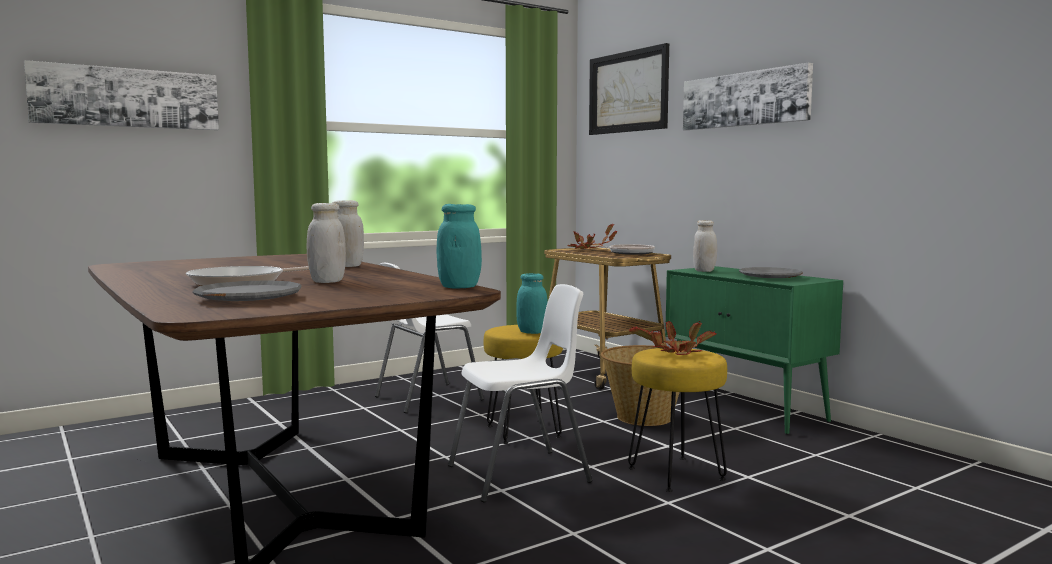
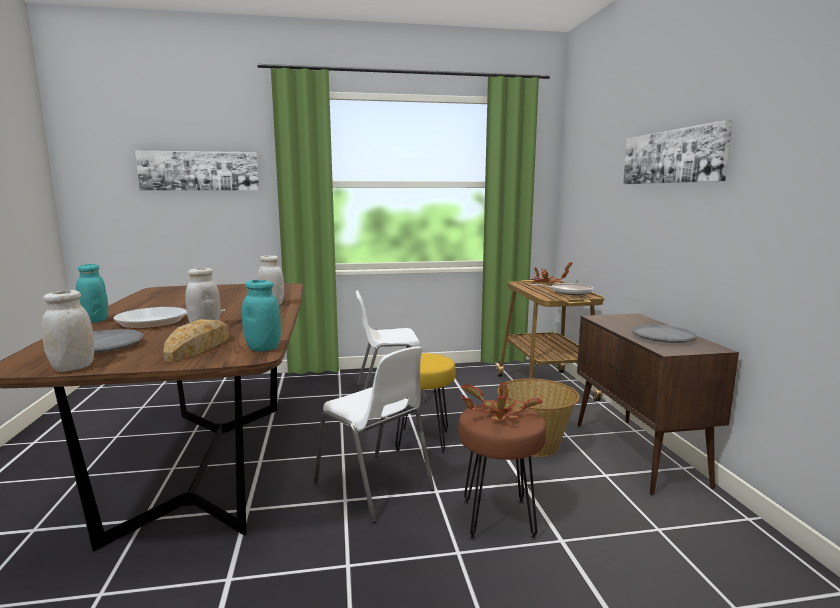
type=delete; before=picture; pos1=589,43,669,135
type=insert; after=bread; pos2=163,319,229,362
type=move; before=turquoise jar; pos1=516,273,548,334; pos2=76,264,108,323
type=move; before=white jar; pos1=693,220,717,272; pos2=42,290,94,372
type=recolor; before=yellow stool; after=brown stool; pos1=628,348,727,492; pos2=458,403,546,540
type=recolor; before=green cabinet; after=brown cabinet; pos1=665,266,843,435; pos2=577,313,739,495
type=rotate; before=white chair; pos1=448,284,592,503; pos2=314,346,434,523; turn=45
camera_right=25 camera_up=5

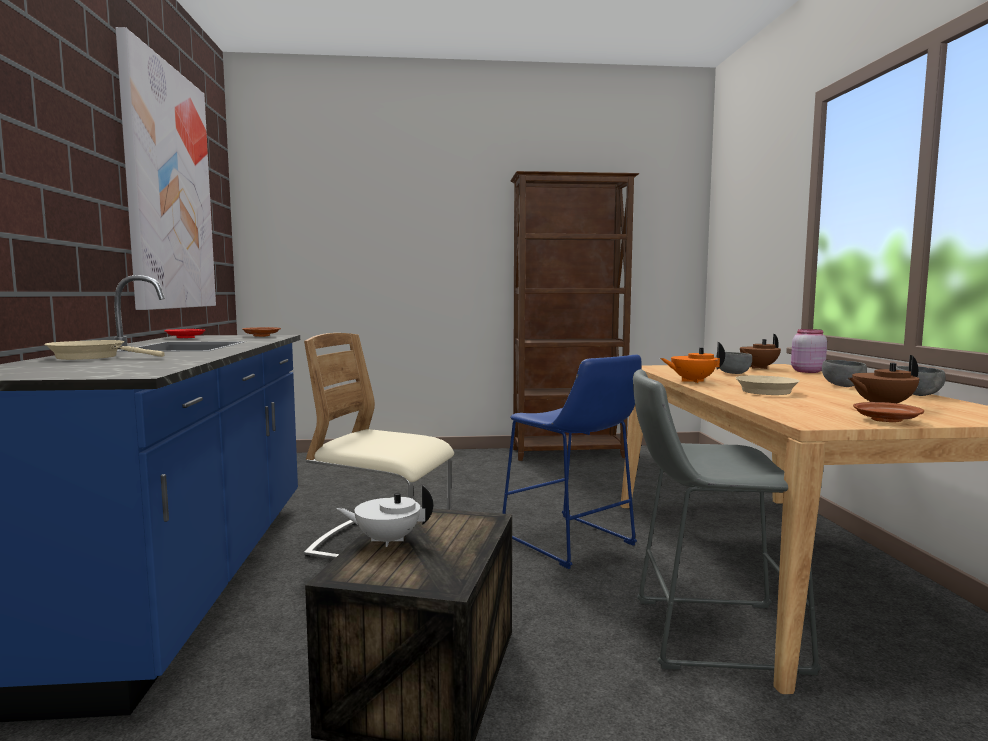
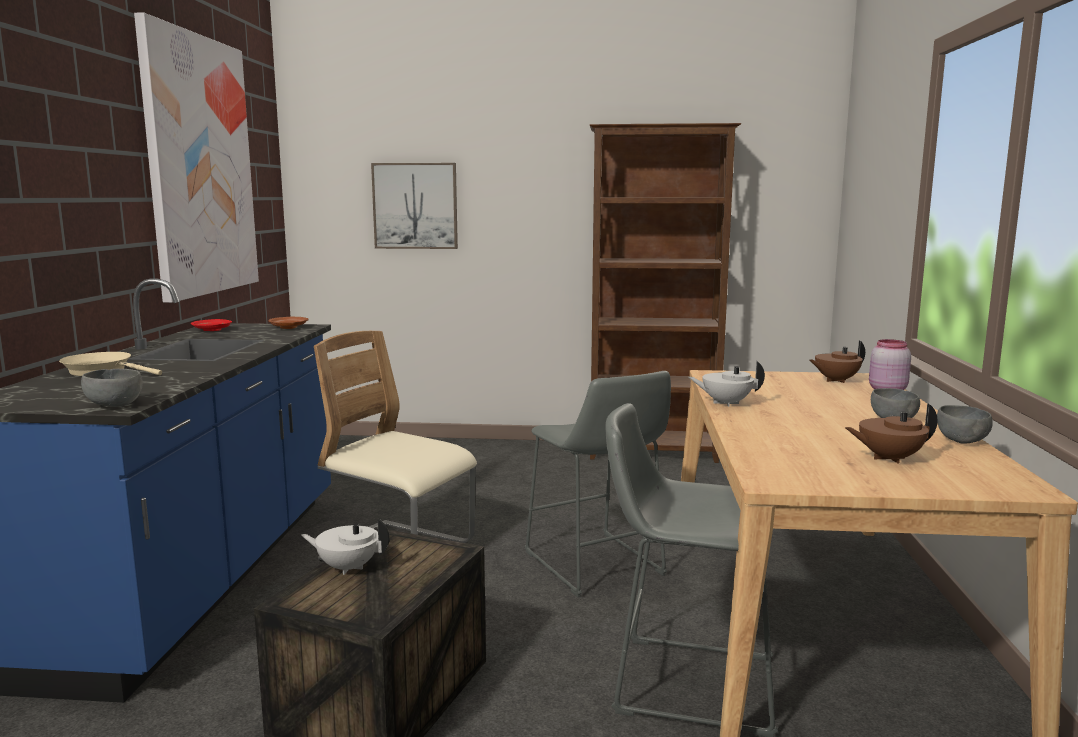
type=delete; before=beige frying pan; pos1=736,375,800,395
type=delete; before=brown plate; pos1=853,402,924,422
type=insert; after=picture; pos2=371,163,458,249
type=move; before=grey bowl; pos1=716,352,752,374; pos2=81,369,143,407
type=recolor; before=blue stool; after=grey stool; pos1=502,354,642,569; pos2=525,371,671,598
type=recolor; before=orange teapot; after=white teapot; pos1=660,342,725,383; pos2=689,361,765,407
camera_right=10 camera_up=5

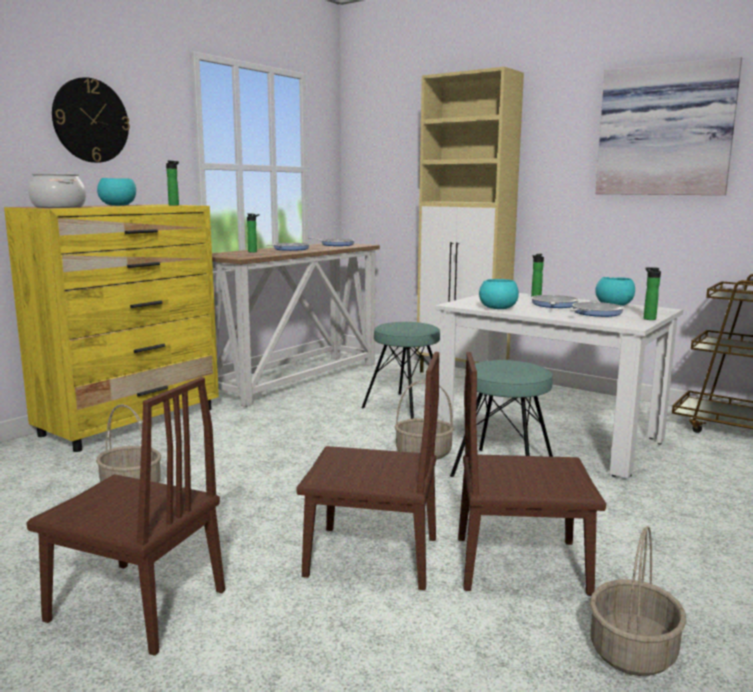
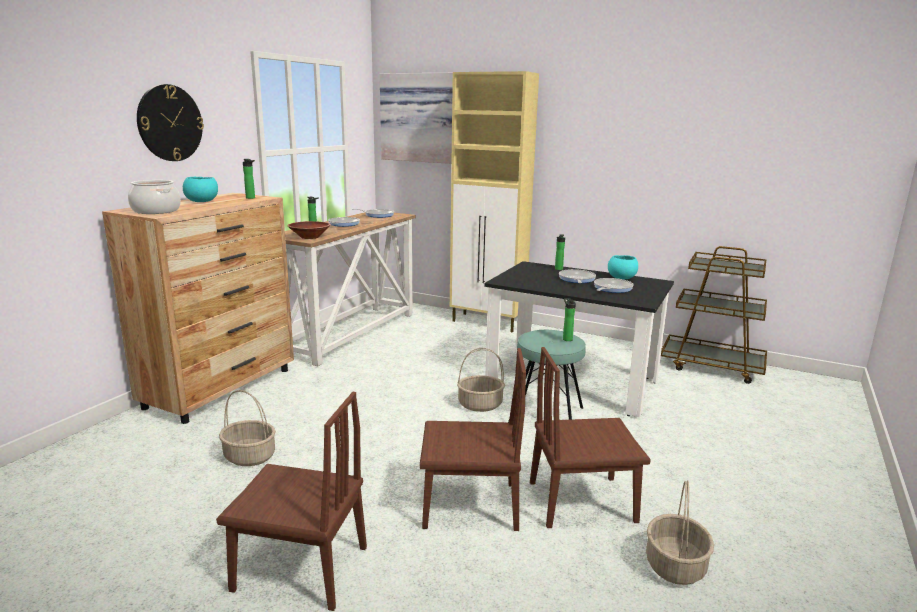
type=delete; before=turquoise stool; pos1=361,322,440,419
type=delete; before=turquoise bowl; pos1=479,279,519,309
type=insert; after=brown bowl; pos2=287,221,331,239
type=move; before=picture; pos1=595,57,742,195; pos2=380,73,453,164
type=move; before=bottle; pos1=643,267,661,320; pos2=563,298,576,341
type=recolor; before=yellow dresser; after=brown dresser; pos1=4,204,219,452; pos2=102,193,294,424
type=recolor; before=white dining table; after=black dining table; pos1=436,293,683,479; pos2=484,261,674,417
camera_right=-10 camera_up=5

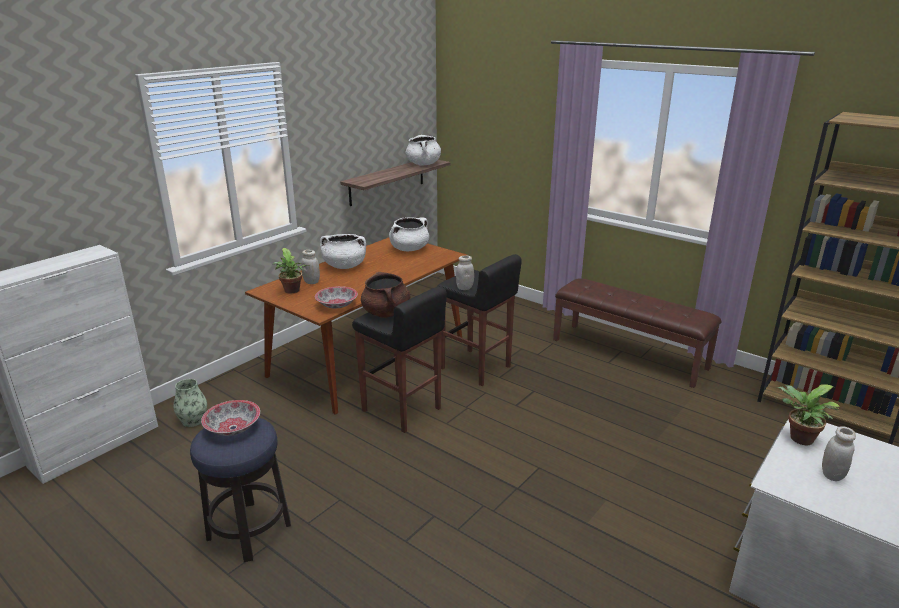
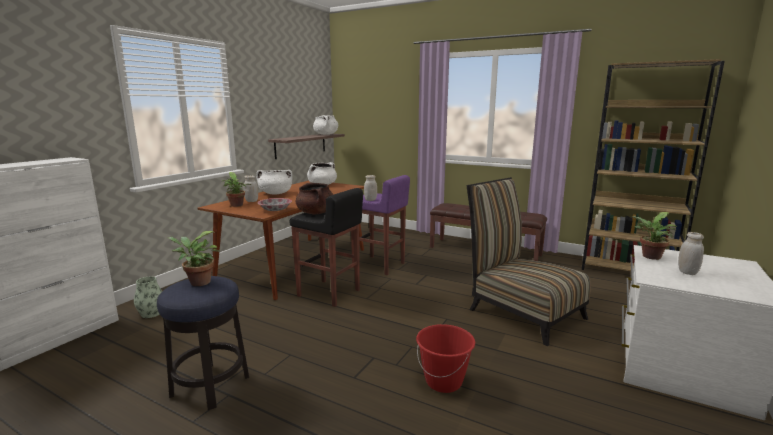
type=insert; after=red bucket; pos2=416,324,475,393
type=insert; after=chair; pos2=467,177,591,346
type=replace; before=bowl; after=potted plant; pos1=201,400,260,436; pos2=167,231,219,286
type=recolor; before=black stool; after=purple stool; pos1=438,254,522,386; pos2=351,175,410,275
camera_right=-10 camera_up=-10

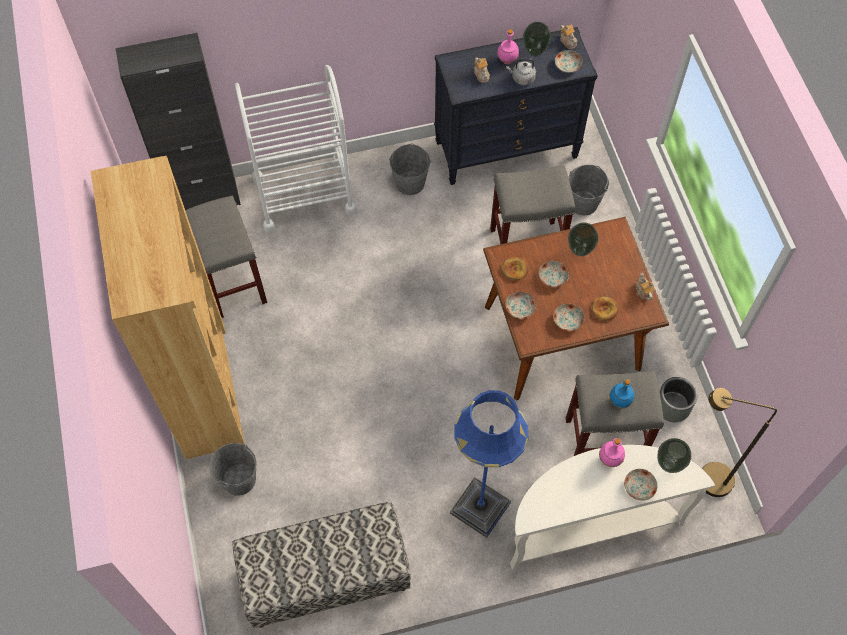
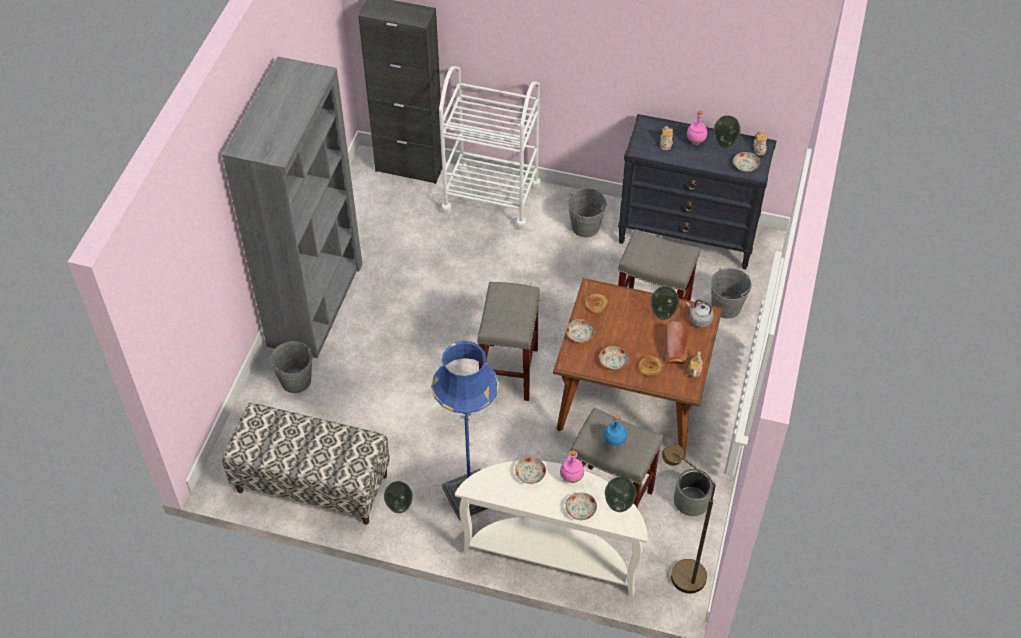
type=insert; after=vase; pos2=384,481,413,513
type=insert; after=bread; pos2=667,322,688,364
type=move; before=grey stool; pos1=185,196,267,318; pos2=477,282,540,401
type=move; before=grey kettle; pos1=506,58,536,85; pos2=686,300,714,328
type=move; before=plate; pos1=539,261,569,287; pos2=515,457,546,484
type=recolor; before=brown bookcase; after=grey bookcase; pos1=91,156,245,459; pos2=222,57,362,358
camera_right=30 camera_up=-10

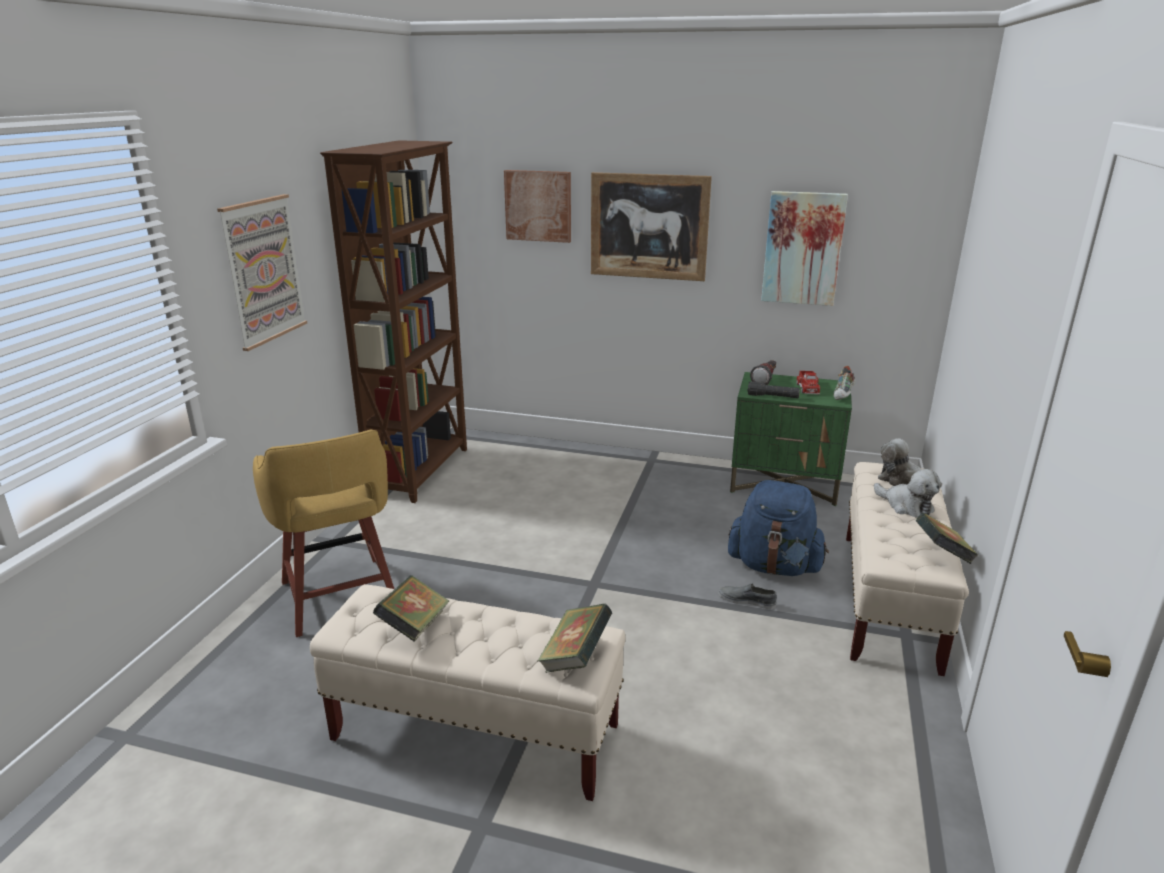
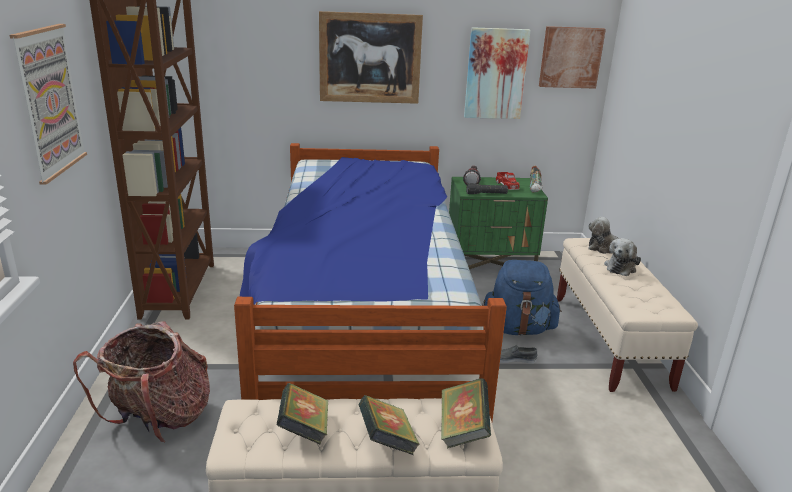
type=insert; after=bed; pos2=234,143,507,421
type=move; before=picture; pos1=504,170,571,243; pos2=539,26,606,89
type=move; before=book; pos1=916,513,978,564; pos2=359,395,420,455
type=replace; before=yellow stool; after=backpack; pos1=253,429,394,637; pos2=73,321,210,443
type=rotate; before=plush toy; pos1=874,469,941,518; pos2=604,238,641,276; turn=90
camera_right=-20 camera_up=0

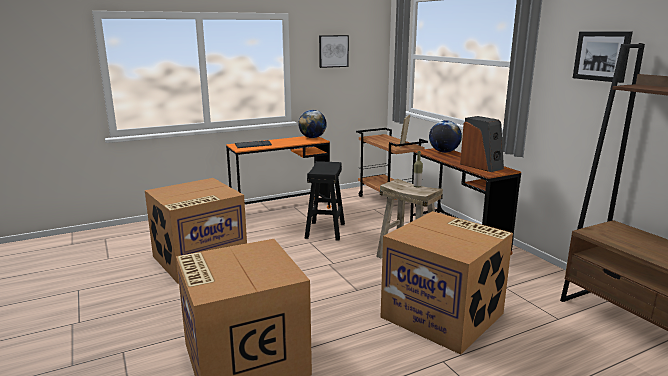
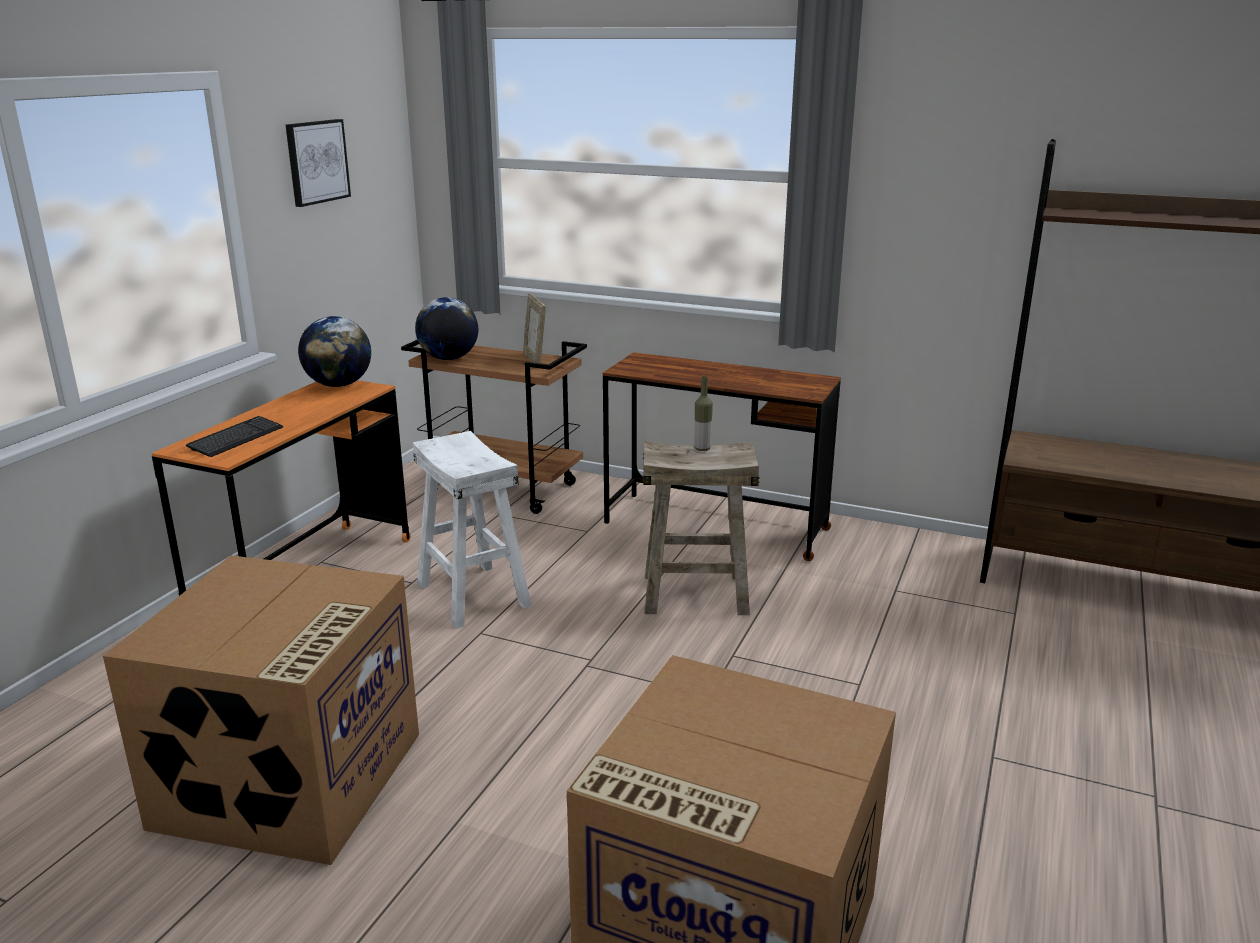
type=delete; before=cardboard box; pos1=381,211,513,355
type=delete; before=speaker; pos1=460,116,504,172
type=delete; before=picture; pos1=573,31,633,83
type=move; before=globe; pos1=429,120,462,153; pos2=415,297,478,360
type=recolor; before=black stool; after=white stool; pos1=304,161,345,241; pos2=413,431,532,629
camera_right=-40 camera_up=5

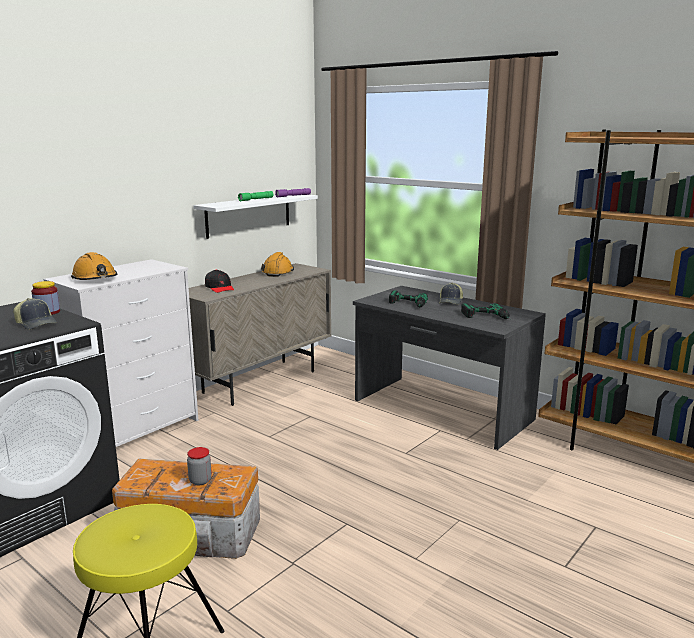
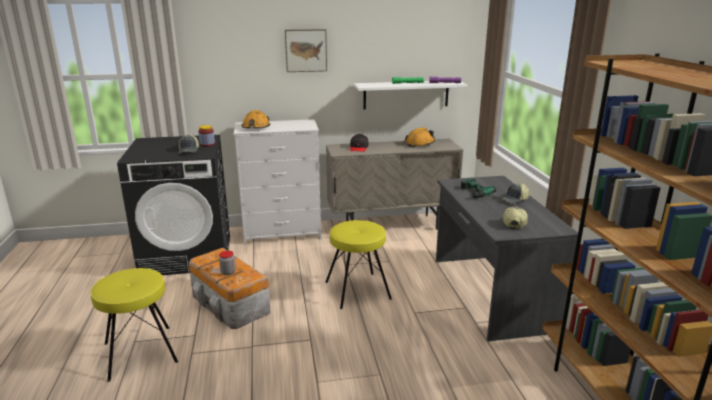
type=insert; after=picture; pos2=285,29,327,72
type=insert; after=yellow stool; pos2=325,220,392,309
type=replace; before=power drill; after=cap; pos1=461,303,511,320; pos2=503,206,528,228
camera_right=40 camera_up=5

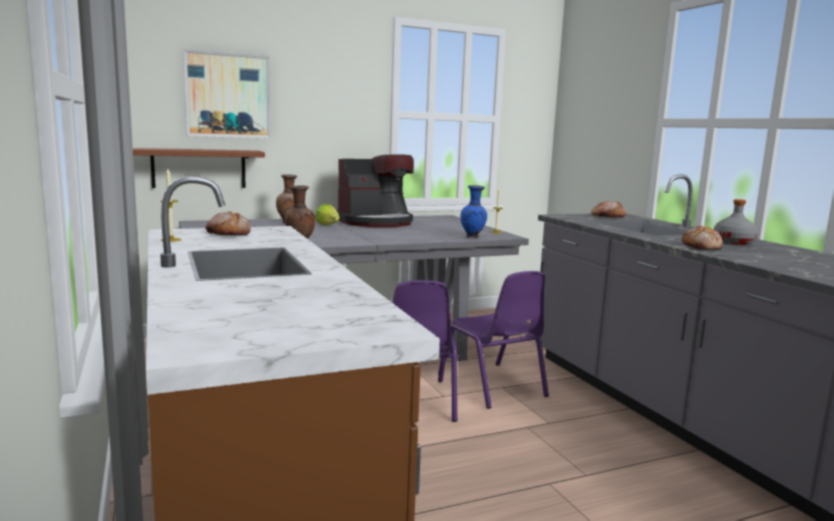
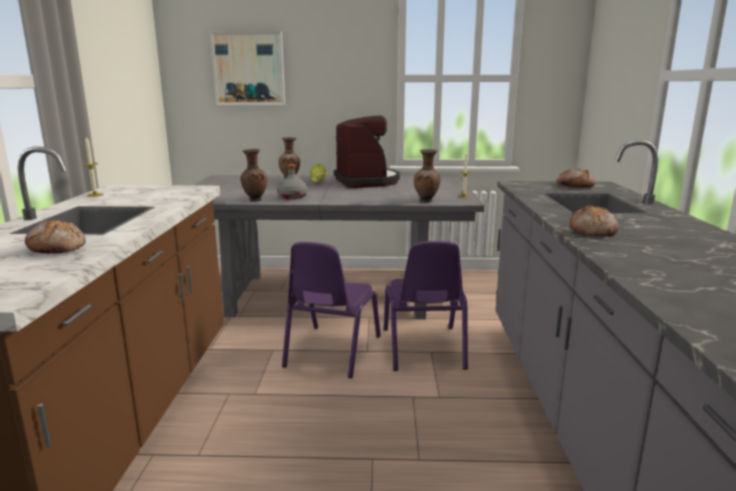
type=delete; before=brown shelf; pos1=133,148,265,188
type=move; before=bread; pos1=205,211,251,235; pos2=25,219,86,254
type=move; before=grey bottle; pos1=714,199,758,245; pos2=277,164,308,199
type=recolor; before=blue vase; after=brown vase; pos1=460,185,487,238; pos2=414,149,441,202
type=rotate; before=coffee machine; pos1=336,154,414,227; pos2=334,116,400,188; turn=-105
camera_right=25 camera_up=5

